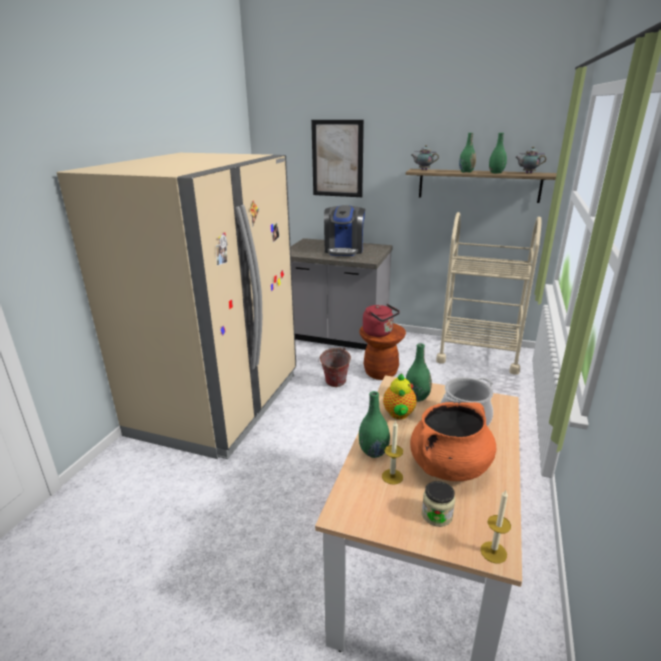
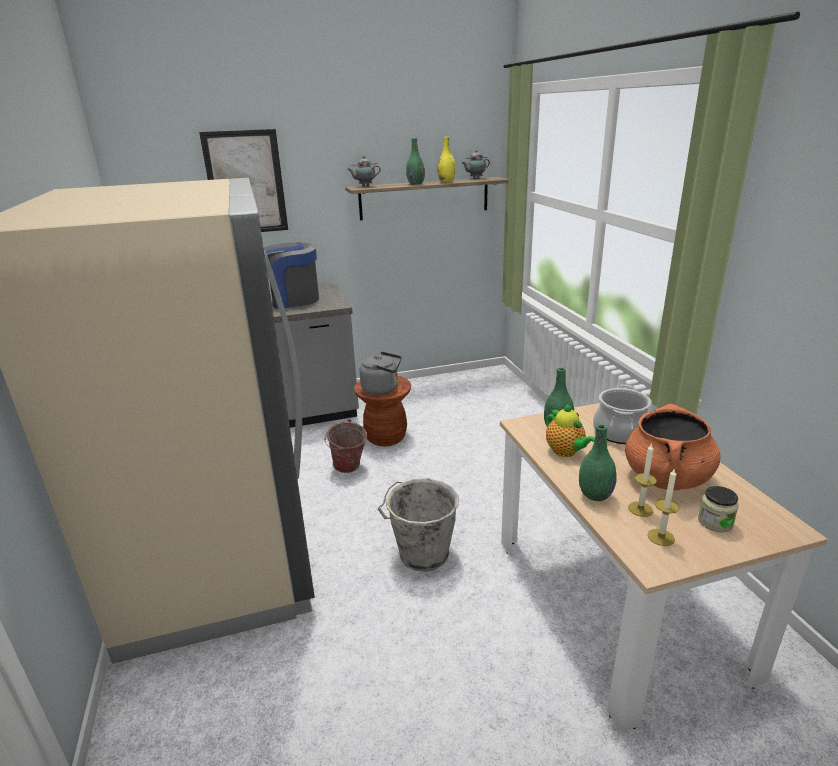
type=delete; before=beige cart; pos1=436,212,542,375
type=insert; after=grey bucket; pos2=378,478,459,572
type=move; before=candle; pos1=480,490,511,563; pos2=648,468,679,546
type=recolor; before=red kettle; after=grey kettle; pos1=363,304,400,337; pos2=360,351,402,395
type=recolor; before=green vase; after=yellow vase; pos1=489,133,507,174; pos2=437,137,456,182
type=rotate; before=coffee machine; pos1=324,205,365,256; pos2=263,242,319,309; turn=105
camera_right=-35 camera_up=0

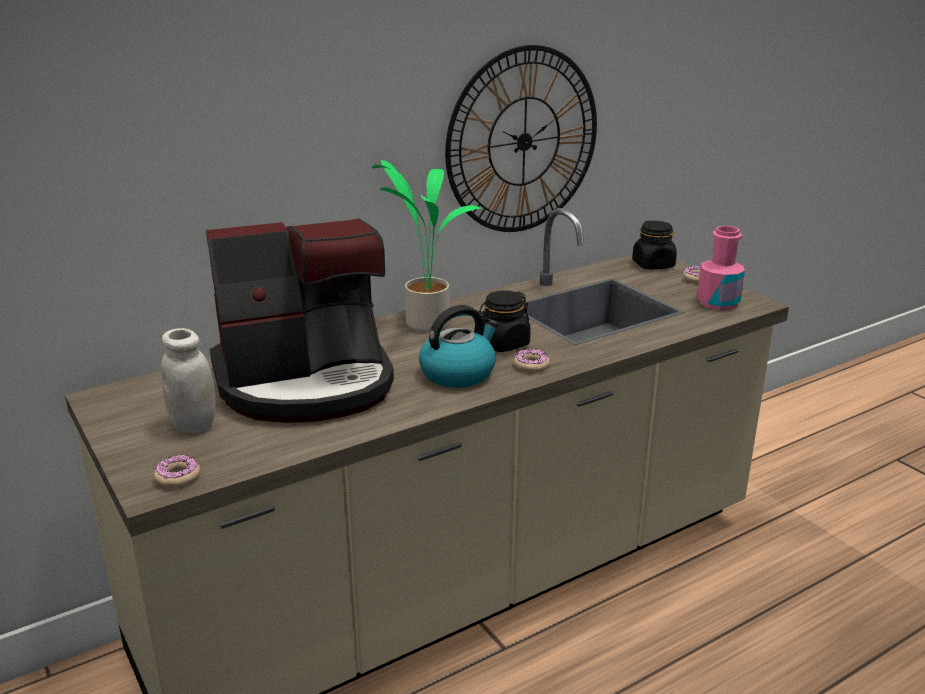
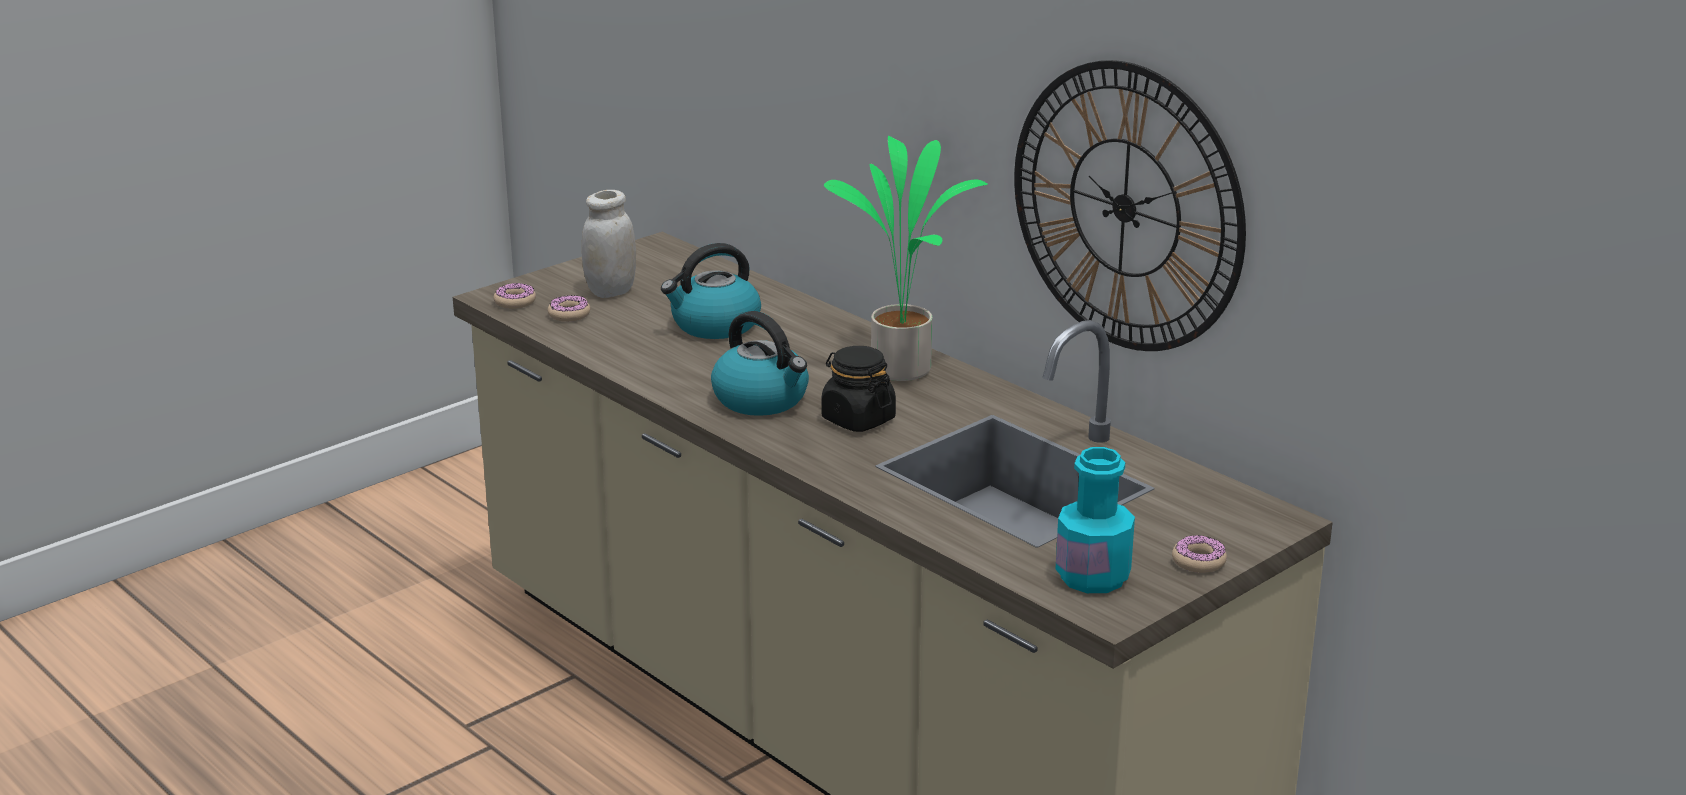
type=delete; before=black jar; pos1=632,220,677,270
type=move; before=donut; pos1=514,349,550,372; pos2=548,295,590,322
type=replace; before=coffee machine; after=kettle; pos1=206,219,394,423; pos2=661,243,761,339
type=recolor; before=pink bottle; after=turquoise bottle; pos1=697,226,745,310; pos2=1056,447,1135,593
camera_right=80 camera_up=0

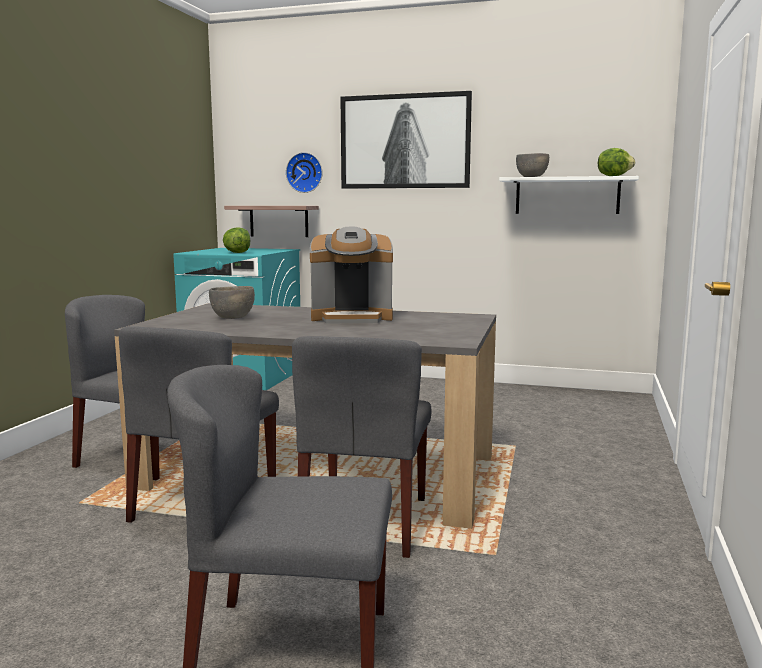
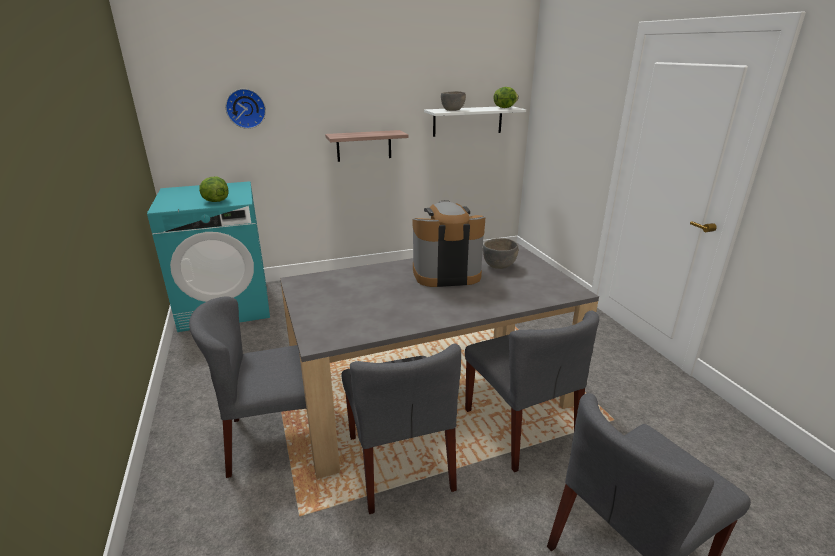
type=delete; before=picture; pos1=341,91,472,189
type=move; before=grey bowl; pos1=209,286,255,319; pos2=483,238,518,269
type=move; before=shelf; pos1=224,206,319,237; pos2=325,130,409,162
type=rotate; before=coffee machine; pos1=310,227,393,323; pos2=412,200,485,287; turn=-150
camera_right=-35 camera_up=15

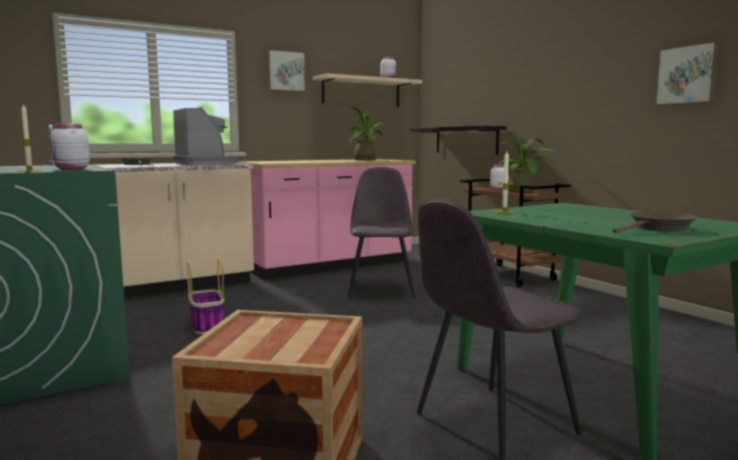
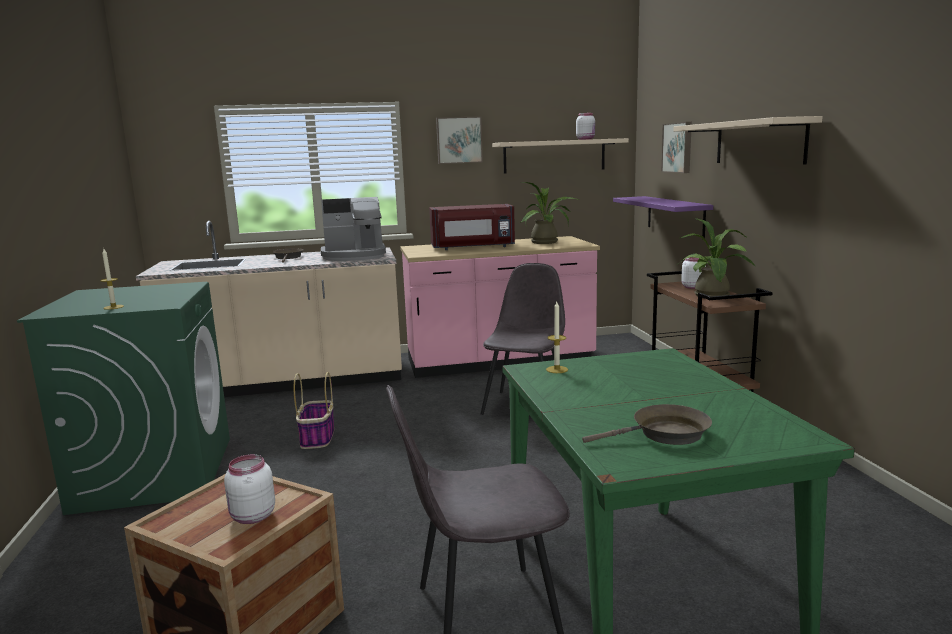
type=insert; after=red microwave; pos2=429,204,515,250
type=insert; after=beige shelf; pos2=673,116,823,164
type=move; before=white jar; pos1=51,124,90,169; pos2=224,454,275,524
type=move; before=picture; pos1=654,41,720,106; pos2=661,122,692,173
type=recolor; before=black shelf; after=purple shelf; pos1=410,126,507,154; pos2=613,196,713,238
type=rotate; before=coffee machine; pos1=173,107,238,165; pos2=321,197,386,261; turn=90
camera_right=20 camera_up=5

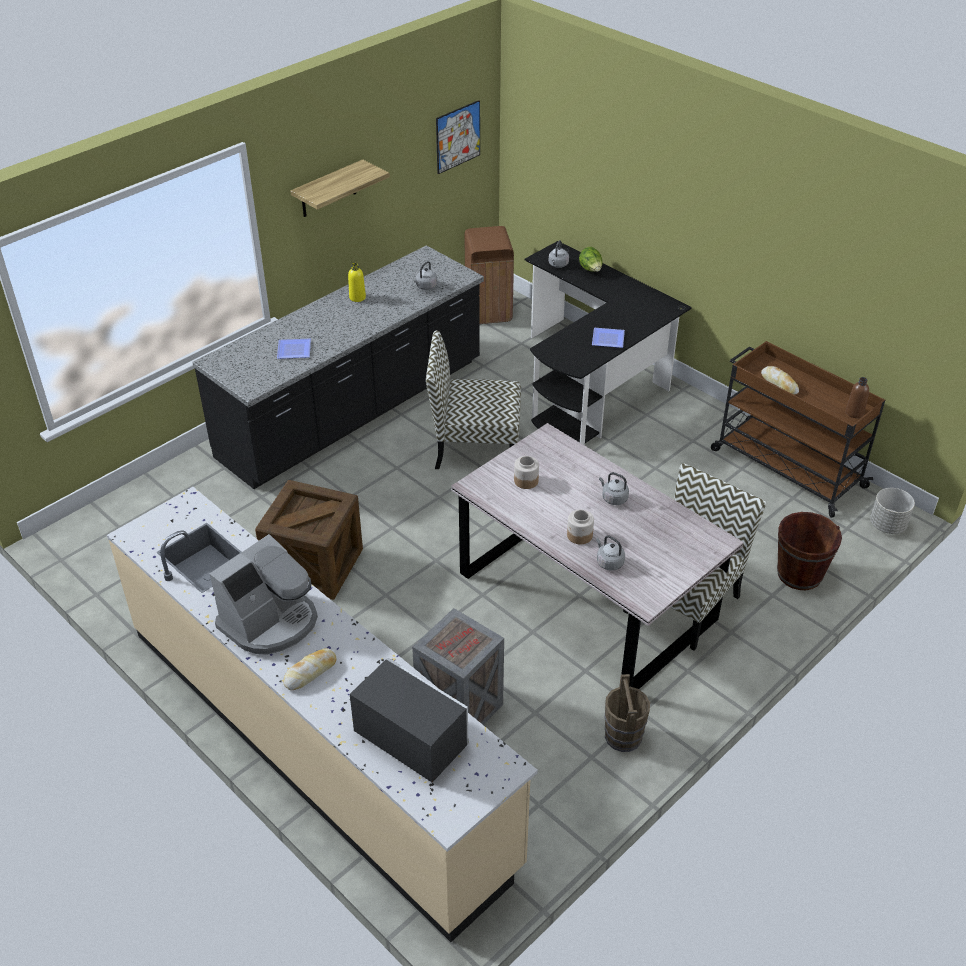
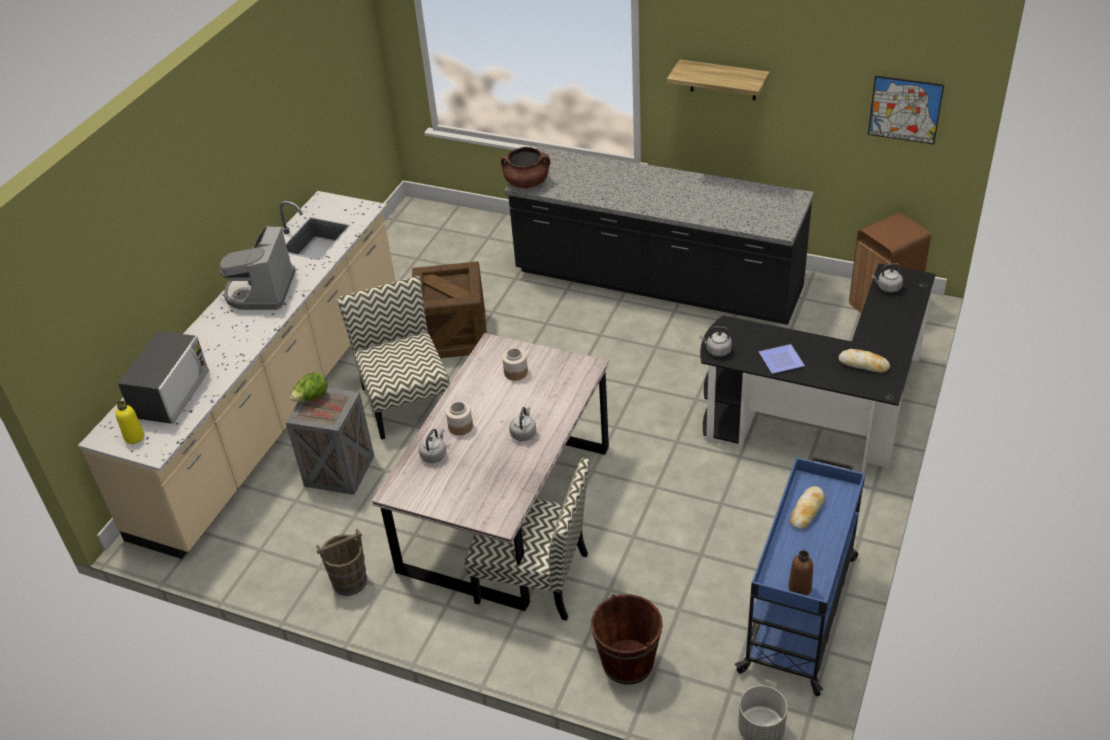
type=delete; before=plate; pos1=277,338,311,359
type=insert; after=brown cooking pot; pos2=501,147,550,188
type=move; before=bread; pos1=284,648,336,690; pos2=839,349,890,373
type=move; before=yellow bottle; pos1=348,263,366,302; pos2=116,401,144,444
type=move; before=grey kettle; pos1=414,261,437,290; pos2=700,326,732,356
type=move; before=chair; pos1=426,330,521,469; pos2=337,276,450,440
type=move; before=lettuce; pos1=579,247,603,272; pos2=290,372,328,401
type=recolor; before=brown cart; after=blue cart; pos1=711,341,885,518; pos2=735,457,865,696
type=rotate; before=coffee machine; pos1=210,534,318,655; pos2=219,226,296,310; turn=75
camera_right=70 camera_up=0

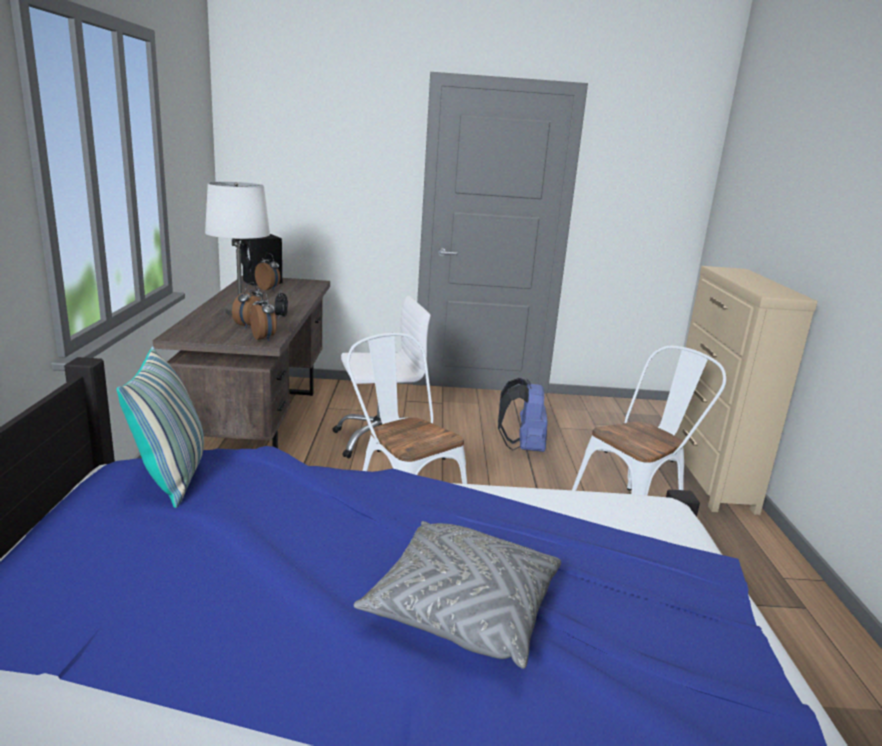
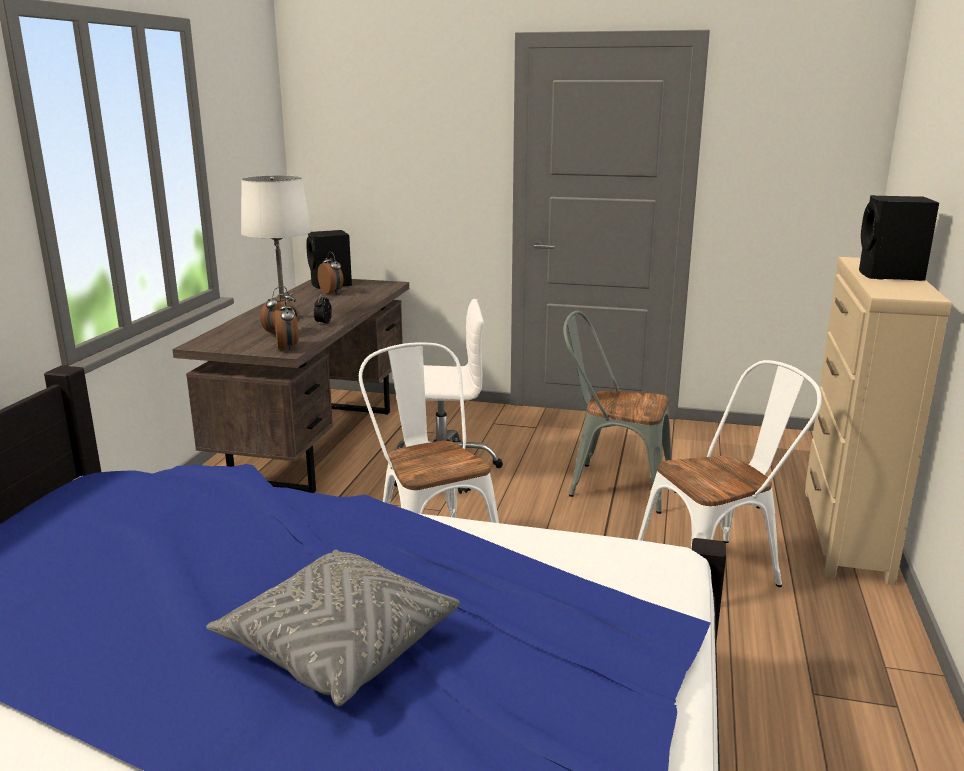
type=delete; before=pillow; pos1=117,346,204,508
type=insert; after=black speaker; pos2=859,195,939,281
type=replace; before=blue backpack; after=grey chair; pos1=498,378,548,452; pos2=563,311,672,514
camera_right=15 camera_up=0

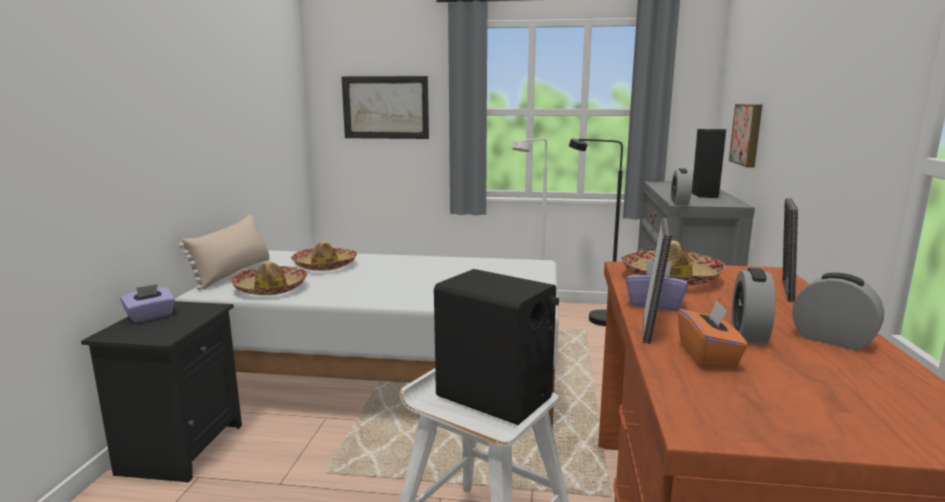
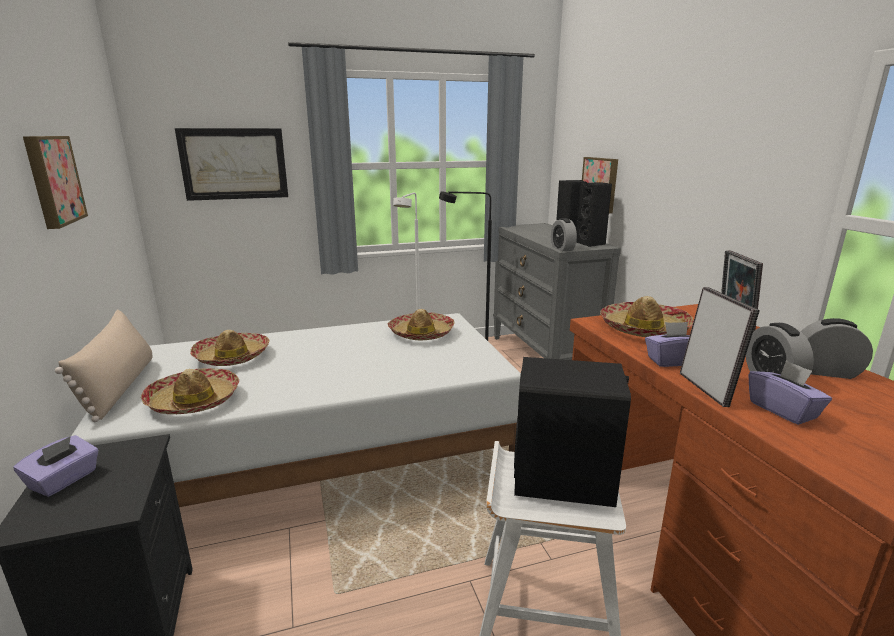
type=insert; after=picture; pos2=23,136,88,229
type=insert; after=hat; pos2=387,309,455,340
type=insert; after=black speaker; pos2=576,182,612,247
type=recolor; before=orange tissue box; after=purple tissue box; pos1=678,301,748,368; pos2=749,360,832,425
camera_right=-25 camera_up=5

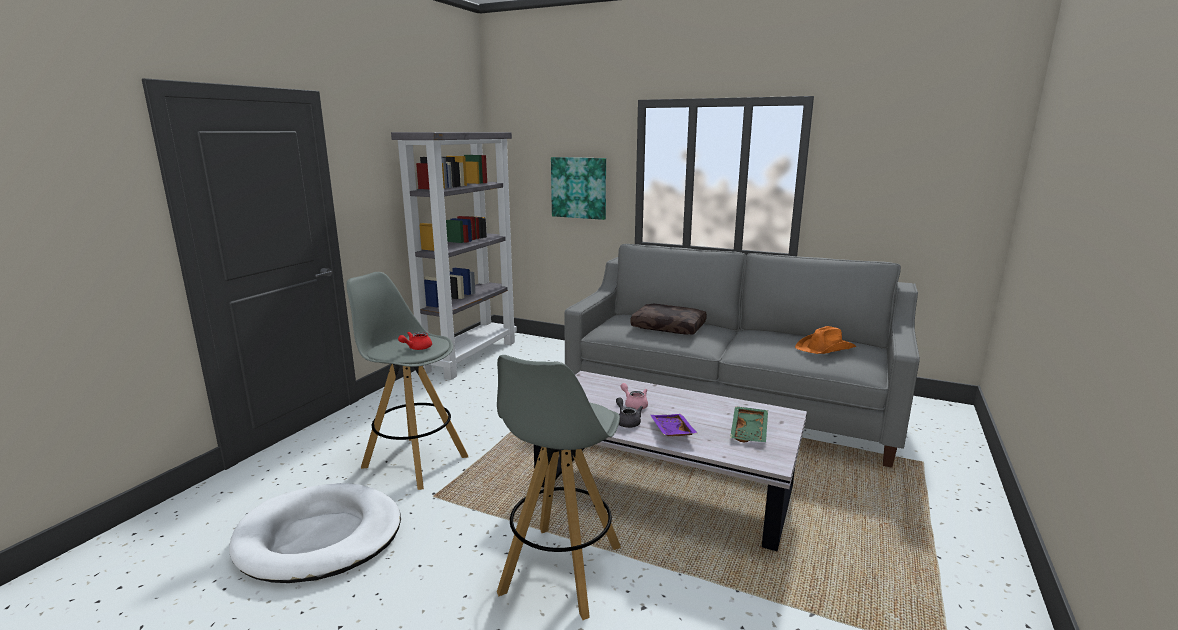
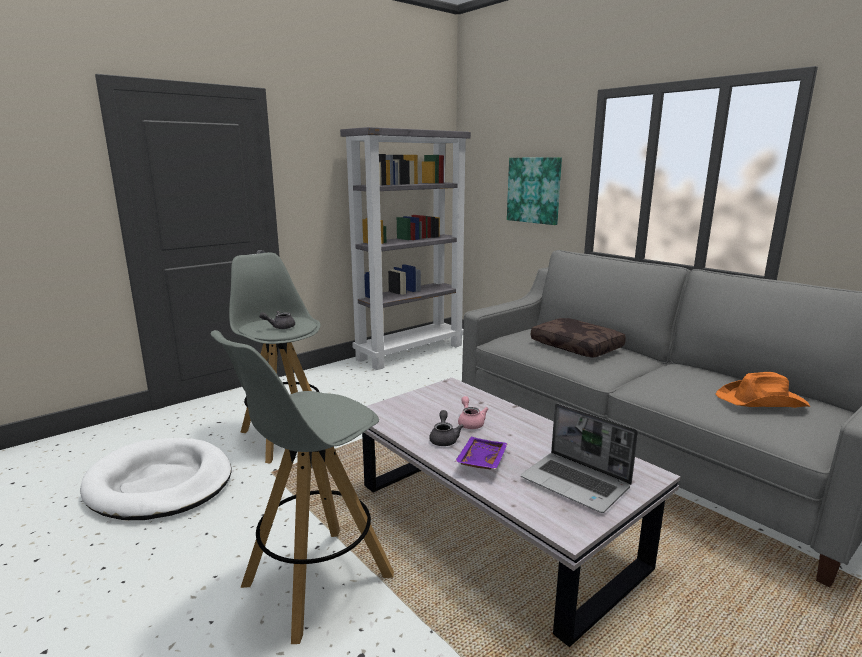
type=replace; before=green tray; after=laptop; pos1=730,406,768,442; pos2=521,403,638,513
type=recolor; before=red teapot; after=grey teapot; pos1=398,332,432,350; pos2=259,311,295,329
camera_right=25 camera_up=0

